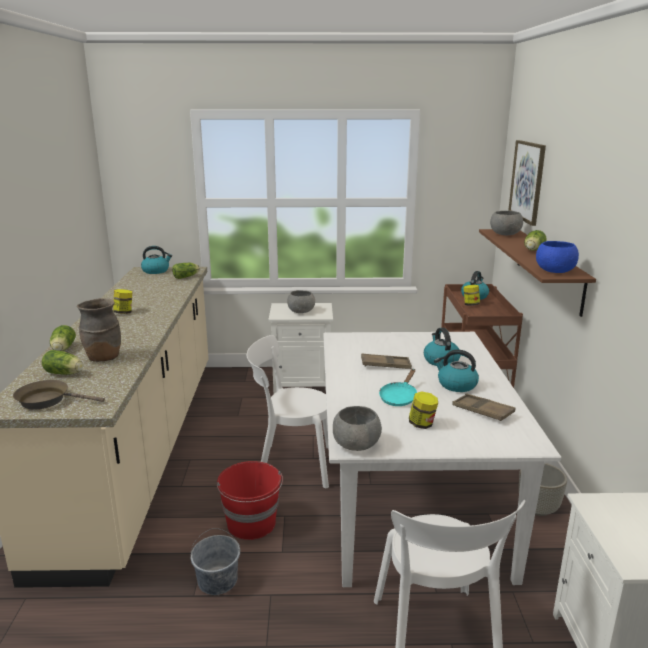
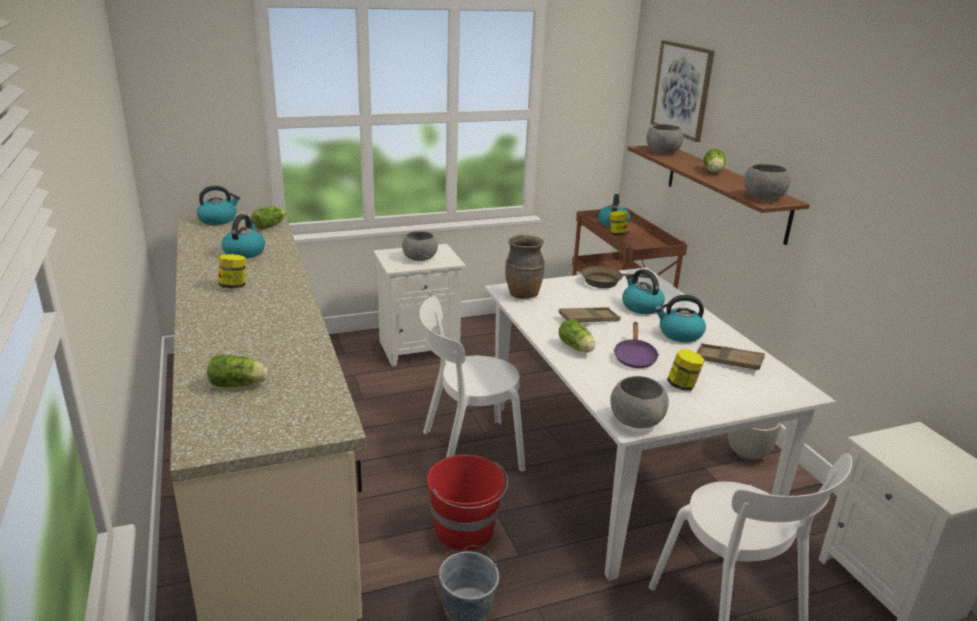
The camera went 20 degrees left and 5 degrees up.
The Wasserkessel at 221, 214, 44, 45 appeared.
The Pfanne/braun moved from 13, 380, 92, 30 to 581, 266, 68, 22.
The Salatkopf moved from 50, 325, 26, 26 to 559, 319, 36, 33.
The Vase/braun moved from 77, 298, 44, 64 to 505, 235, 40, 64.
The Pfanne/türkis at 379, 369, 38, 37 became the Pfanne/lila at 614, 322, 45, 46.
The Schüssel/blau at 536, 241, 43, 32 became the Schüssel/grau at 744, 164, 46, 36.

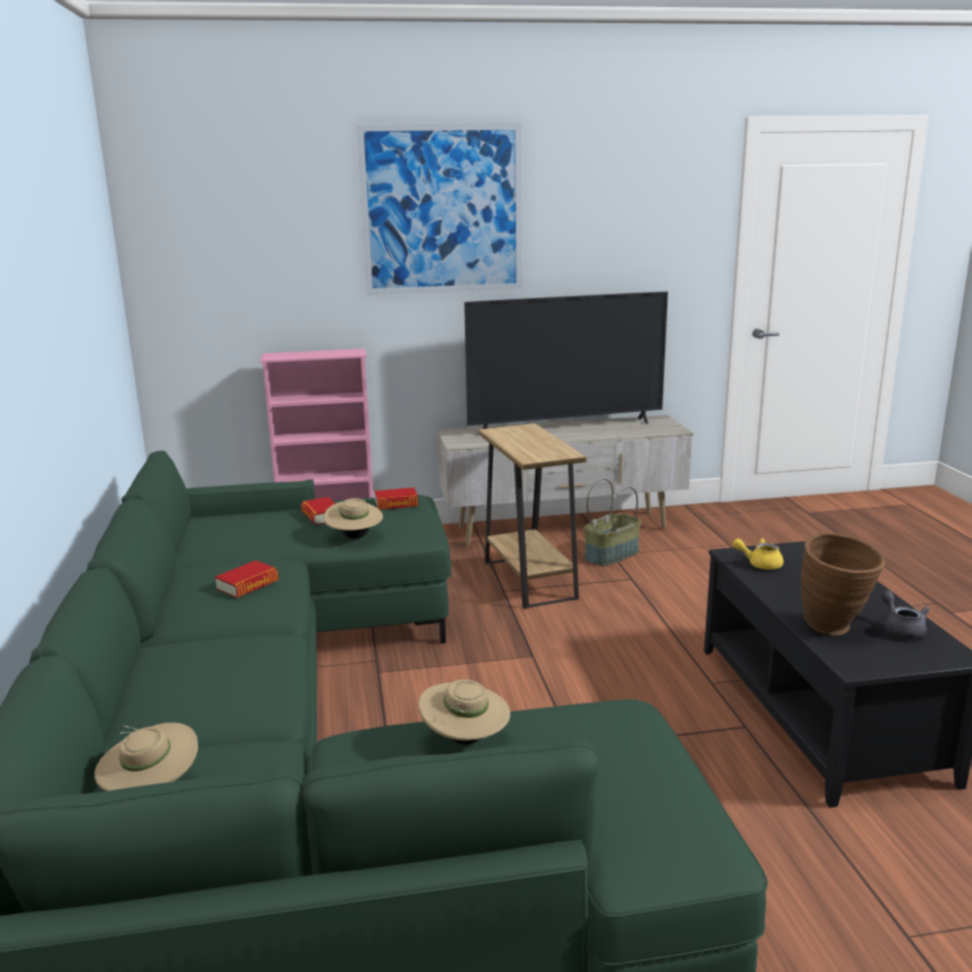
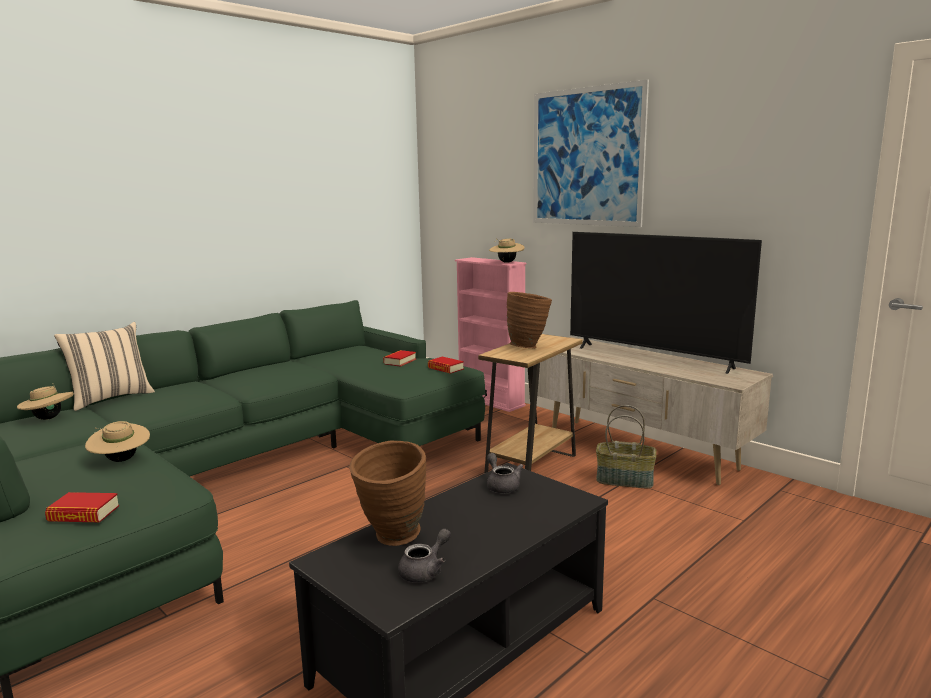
The camera went 55 degrees right and 5 degrees down.
The Kissen/beige at 54, 322, 101, 89 appeared.
The Vase/braun at 507, 292, 45, 56 appeared.
The Buch moved from 215, 560, 64, 38 to 45, 492, 74, 30.
The Hut/beige moved from 324, 498, 59, 41 to 489, 239, 36, 24.
The Teekanne/gelb at 733, 538, 51, 32 became the Teekanne/grau at 487, 453, 36, 40.

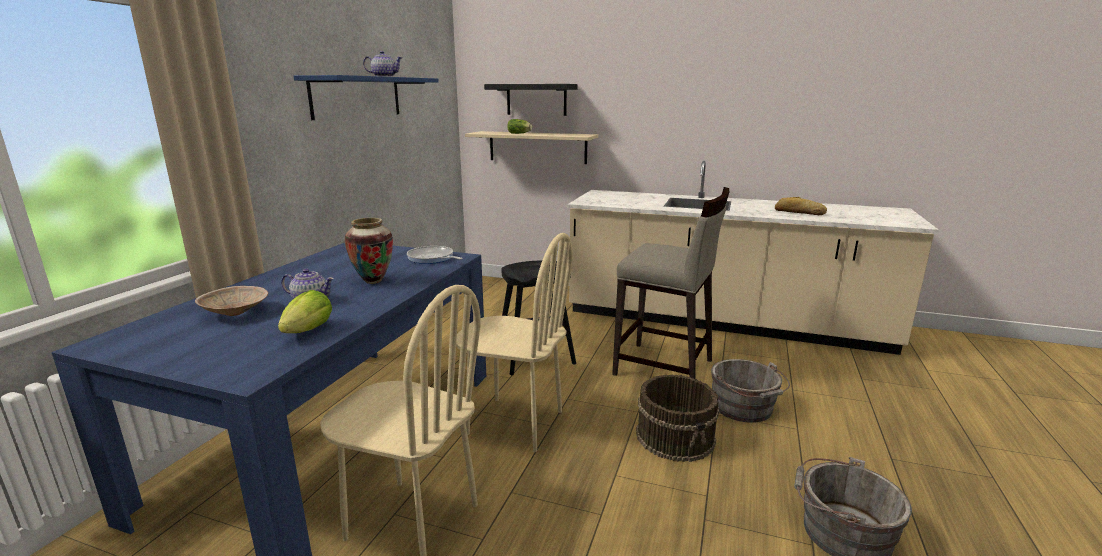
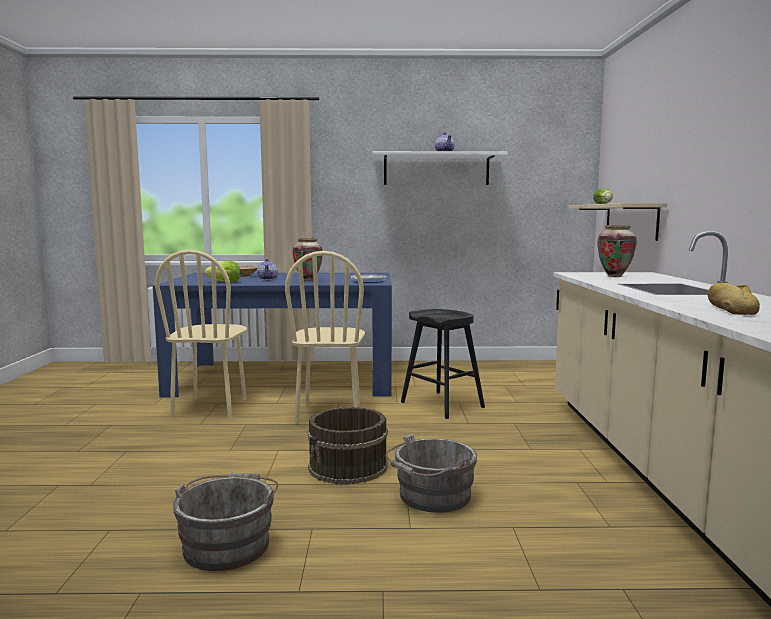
The camera went 70 degrees right and 10 degrees down.
The Wandregal/schwarz at 484, 84, 94, 32 disappeared.
The Hocker/beige at 612, 187, 117, 192 disappeared.
The Vase at 597, 225, 40, 52 appeared.
The Wandregal/blau at 294, 75, 145, 45 became the Wandregal/weiß at 373, 151, 135, 34.

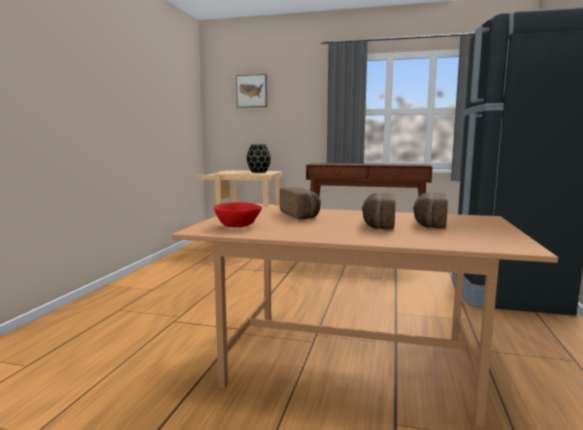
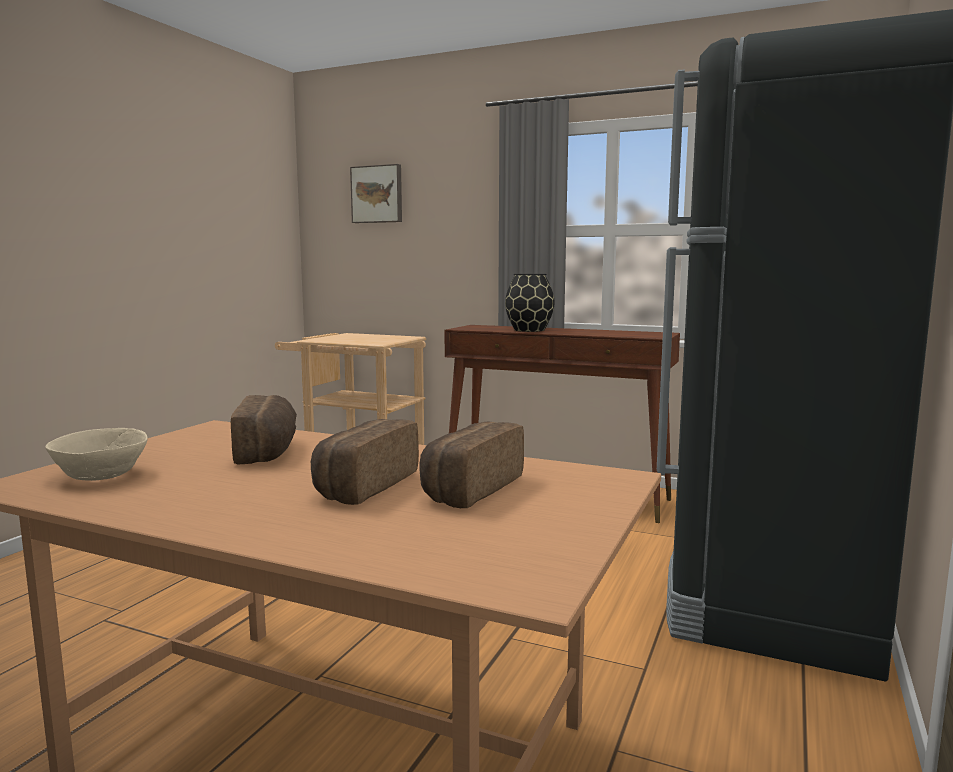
The camera went 10 degrees right and 0 degrees up.
The Vase/schwarz moved from 247, 145, 24, 28 to 505, 274, 50, 58.
The Schüssel/rot at 213, 202, 49, 25 became the Schüssel/beige at 45, 428, 103, 53.

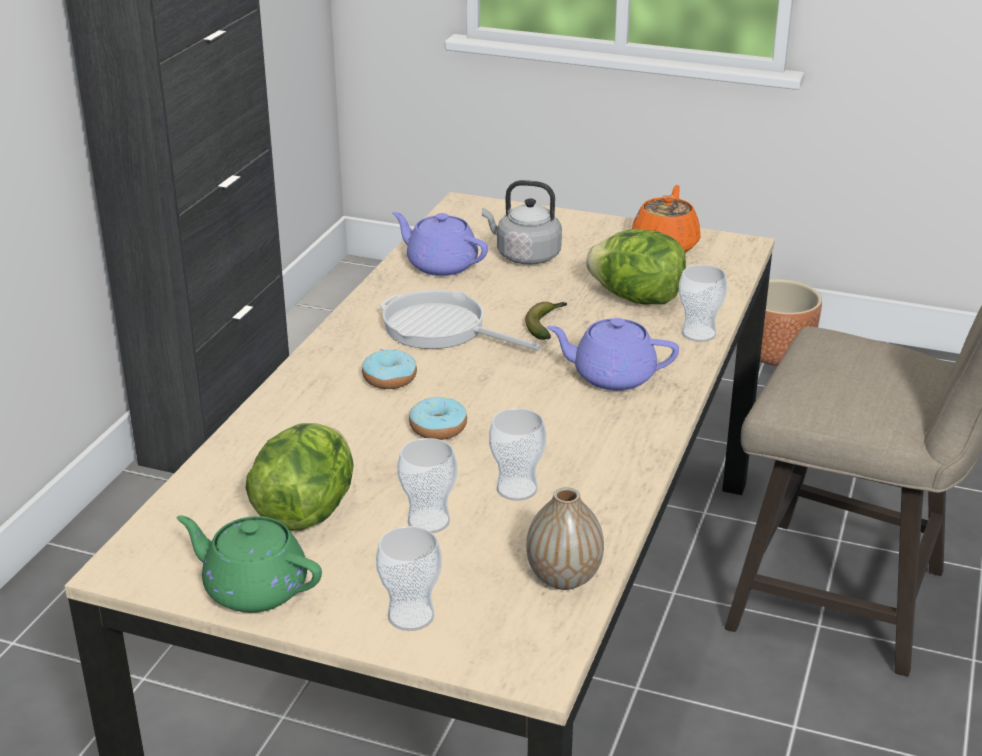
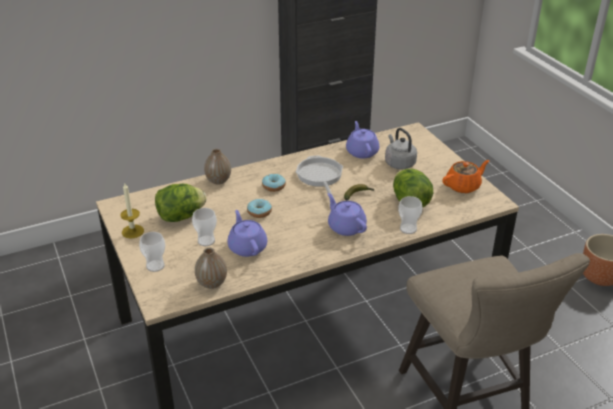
The camera went 45 degrees right and 5 degrees up.
The Vase at 204, 149, 27, 36 appeared.
The Teekanne/grün at 176, 516, 146, 97 was replaced by the Kerze at 120, 183, 24, 56.
The Tasse at 489, 408, 58, 93 was replaced by the Teekanne/lila at 227, 210, 40, 47.

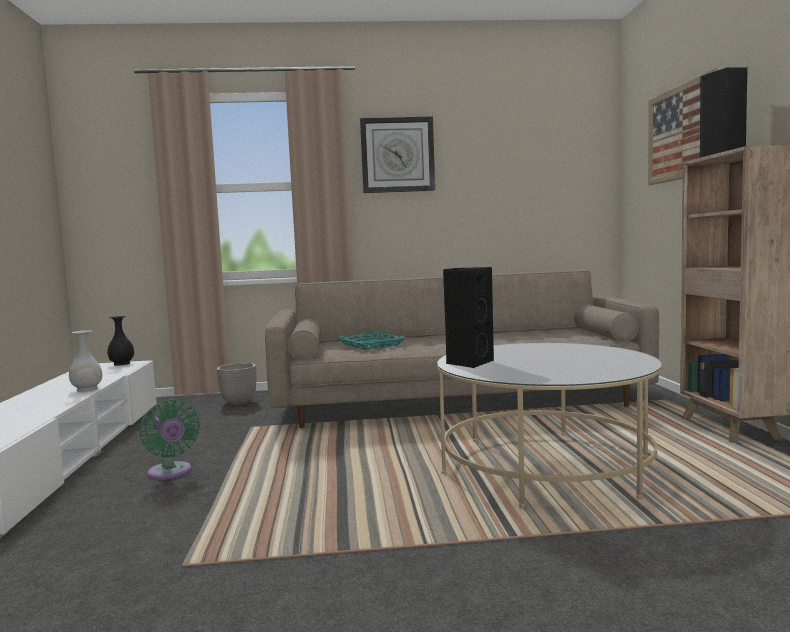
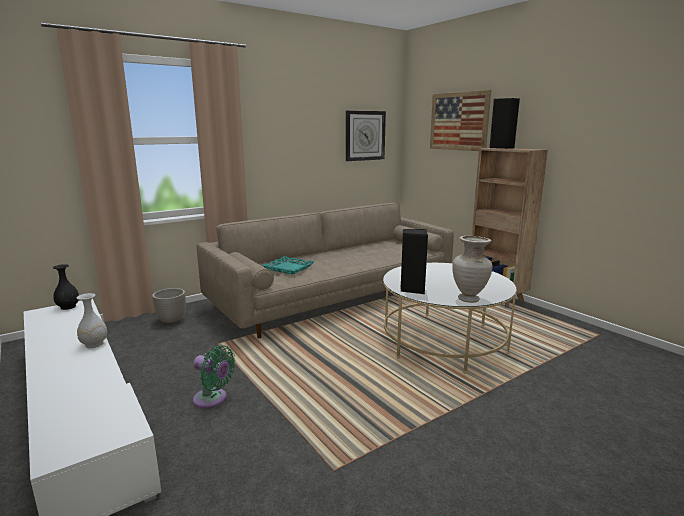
The camera went 30 degrees left and 10 degrees up.
The Vase/beige at 452, 236, 41, 67 appeared.
The Wanduhr moved from 360, 116, 75, 77 to 346, 110, 40, 51.

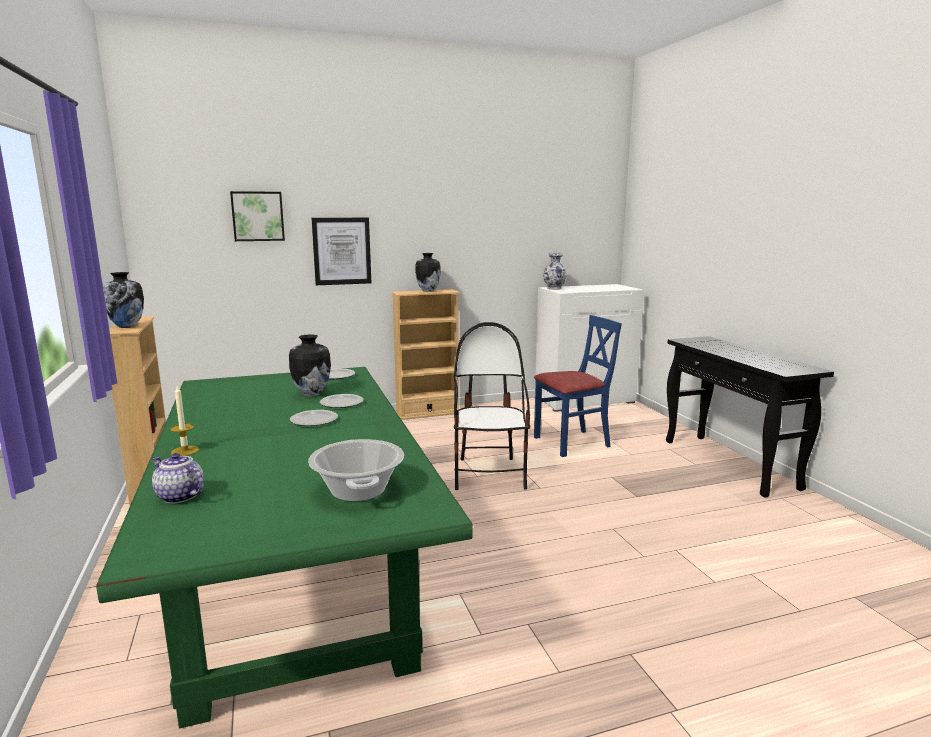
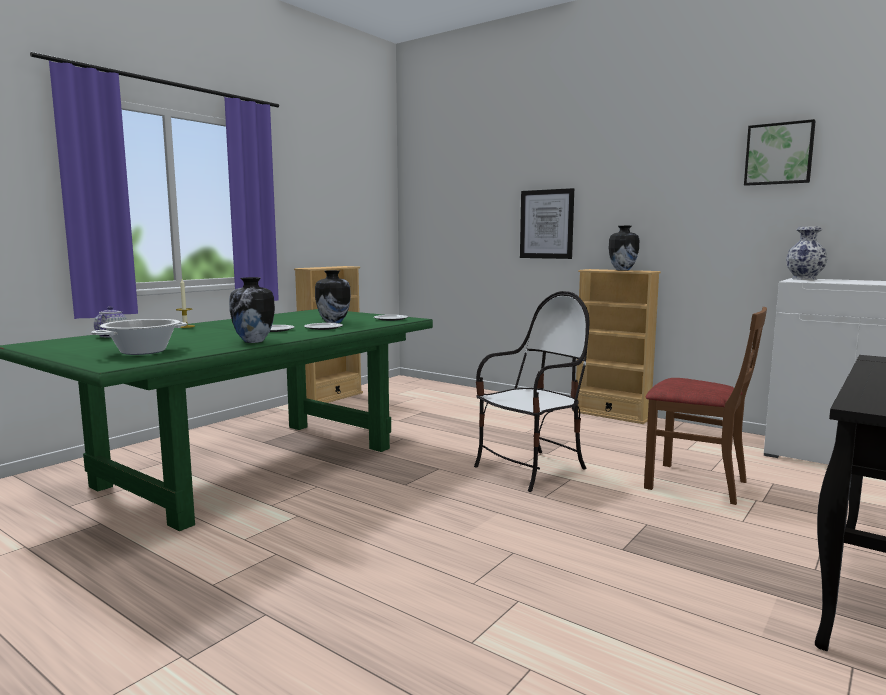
The camera went 55 degrees right and 5 degrees down.
The Vase moved from 103, 272, 41, 56 to 229, 277, 46, 66.
The Bild moved from 230, 191, 55, 50 to 744, 119, 72, 67.
The Stuhl/blau at 534, 315, 88, 142 became the Stuhl/braun at 644, 307, 123, 198.

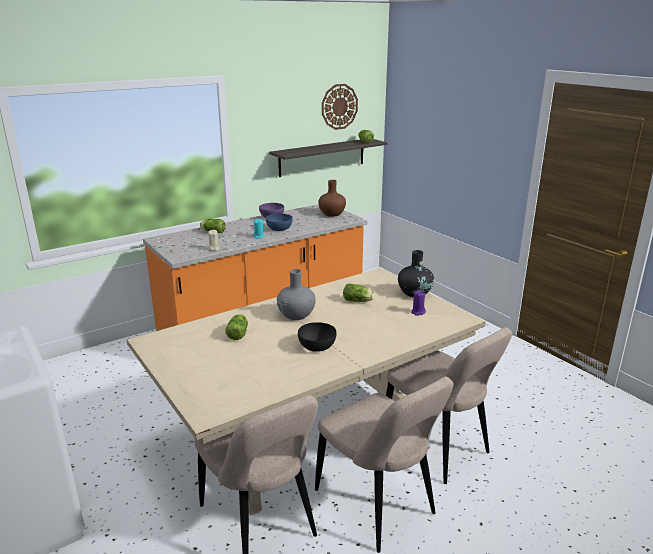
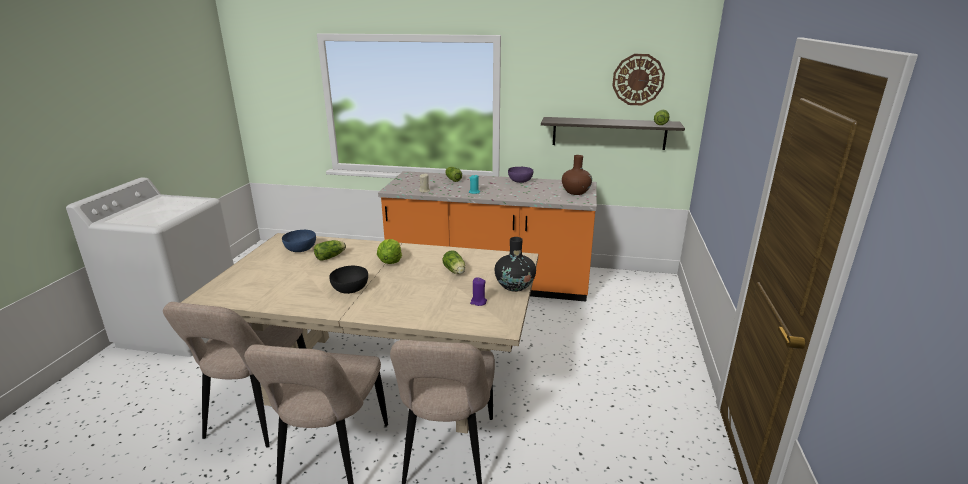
The camera went 45 degrees right and 0 degrees up.
The Schüssel/blau moved from 266, 214, 27, 17 to 282, 230, 34, 22.
The Vase/grau at 277, 269, 39, 51 was replaced by the Salatkopf at 377, 239, 25, 25.

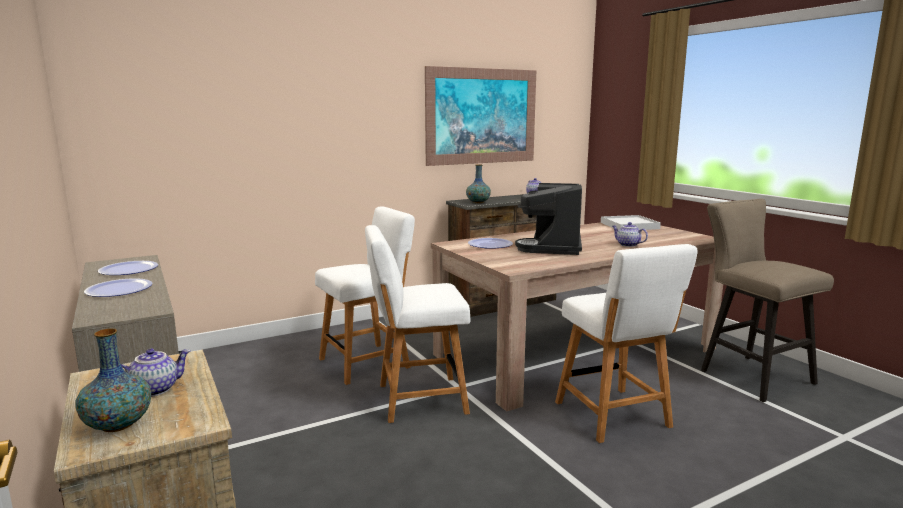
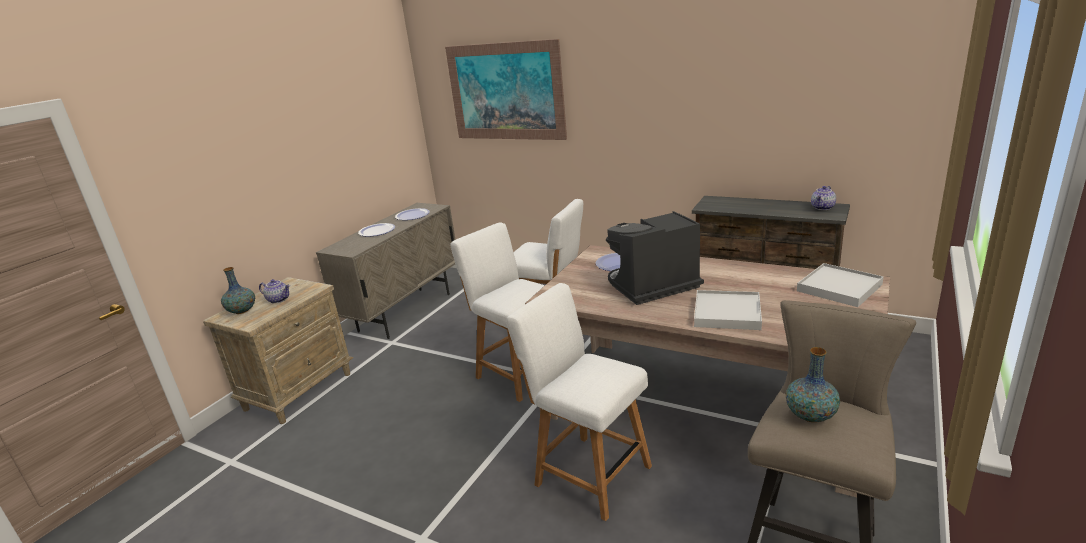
The camera went 60 degrees right and 10 degrees up.
The Bild moved from 425, 66, 111, 100 to 445, 39, 122, 101.
The Vase moved from 466, 164, 25, 39 to 786, 347, 54, 75.
The Teekanne at 612, 222, 36, 25 was replaced by the Tablett/weiß at 694, 290, 68, 40.
The Stuhl/weiß at 555, 244, 142, 199 turned 90 degrees clockwise.

